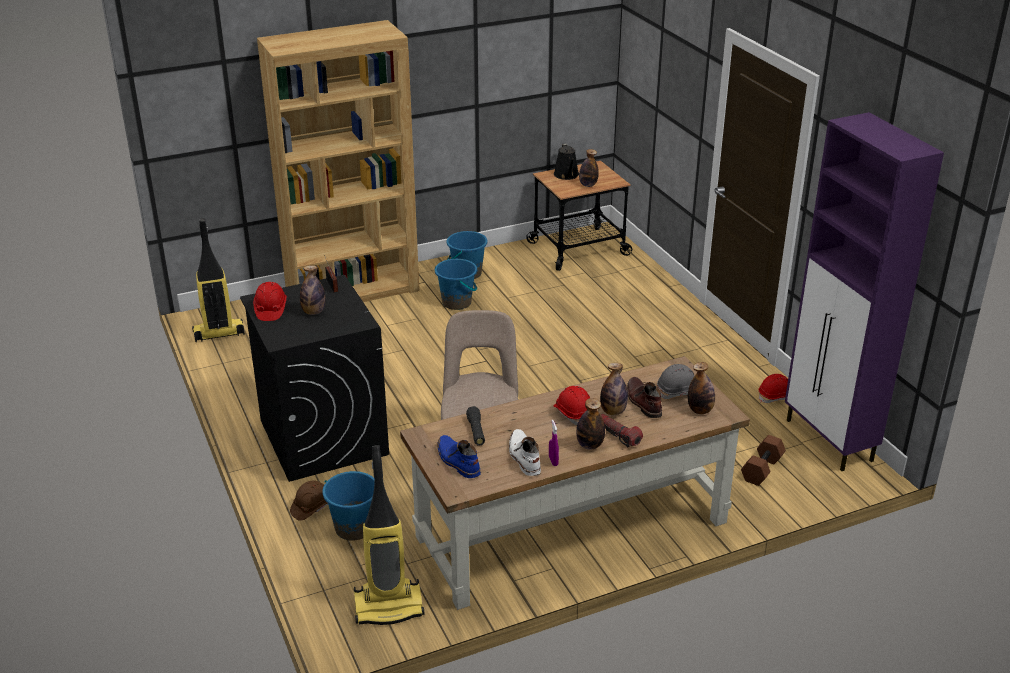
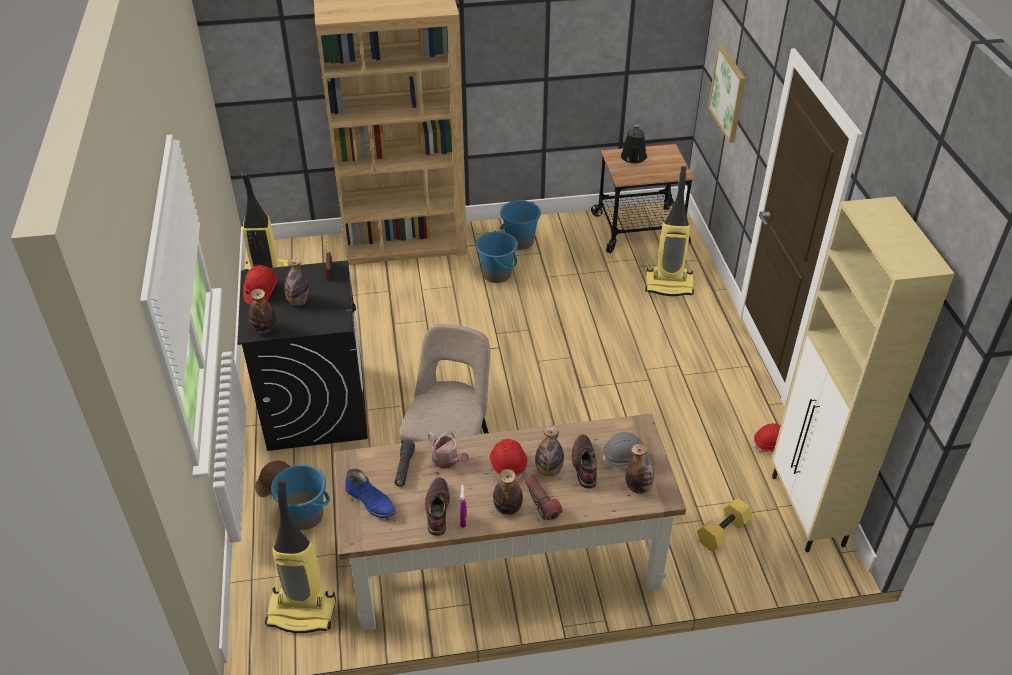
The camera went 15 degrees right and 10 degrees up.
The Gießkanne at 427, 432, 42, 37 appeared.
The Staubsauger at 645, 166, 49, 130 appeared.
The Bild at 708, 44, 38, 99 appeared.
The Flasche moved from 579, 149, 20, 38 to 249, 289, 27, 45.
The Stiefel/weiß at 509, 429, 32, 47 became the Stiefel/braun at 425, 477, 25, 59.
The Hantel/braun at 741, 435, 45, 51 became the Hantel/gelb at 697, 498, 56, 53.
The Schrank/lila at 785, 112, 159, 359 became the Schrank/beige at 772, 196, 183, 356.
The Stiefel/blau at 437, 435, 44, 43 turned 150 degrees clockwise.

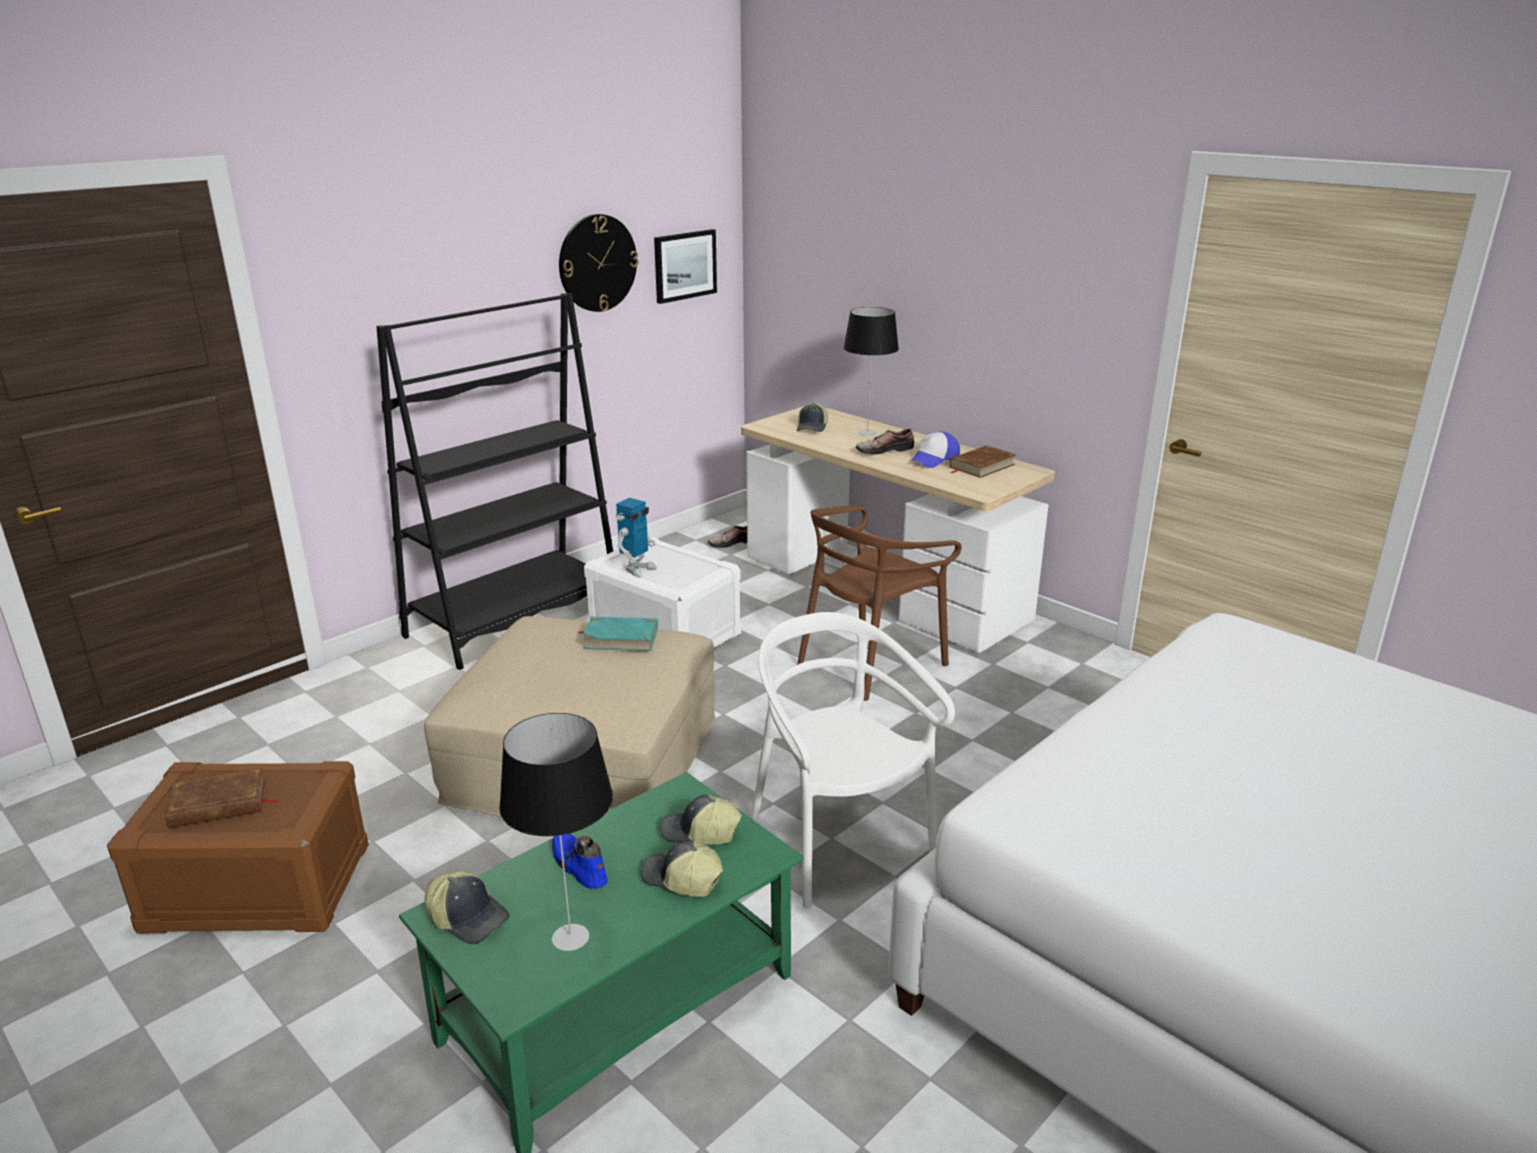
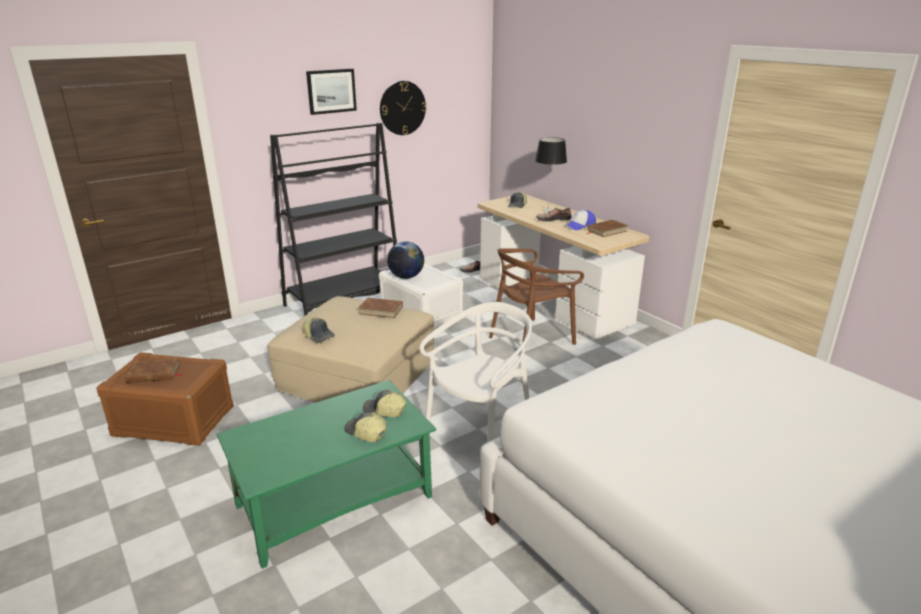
The camera went 10 degrees right and 0 degrees up.
The Tischlampe at 499, 713, 114, 238 disappeared.
The Schuh/blau at 552, 833, 56, 56 disappeared.
The Kappe moved from 424, 871, 85, 73 to 303, 317, 32, 26.
The Bild moved from 654, 229, 63, 75 to 306, 69, 51, 46.
The Spielzeugroboter at 616, 498, 41, 80 was replaced by the Globus at 387, 241, 37, 38.
The Buch/türkis at 578, 617, 80, 34 became the Buch/braun at 359, 298, 44, 20.
The Stuhl/weiß at 751, 612, 204, 296 turned 60 degrees clockwise.

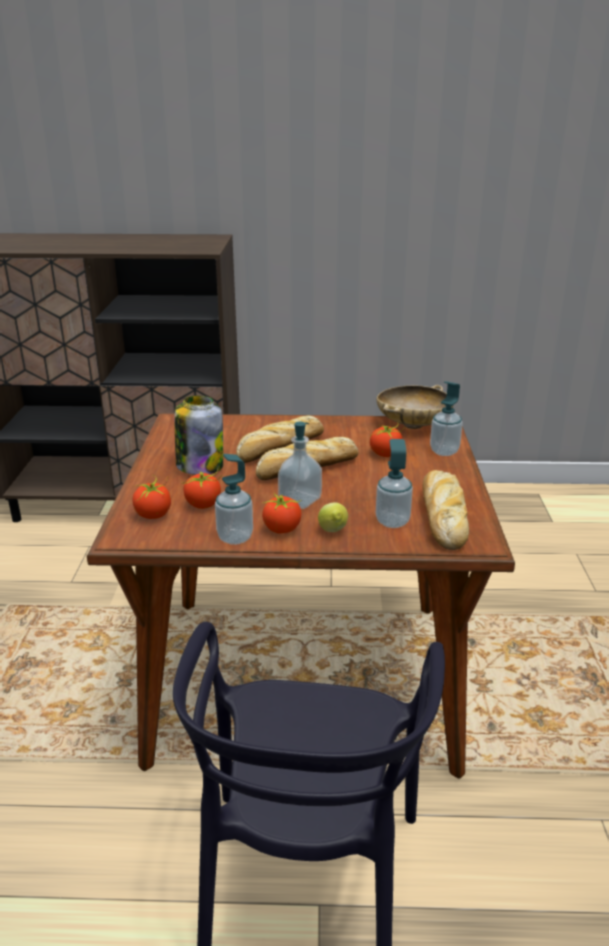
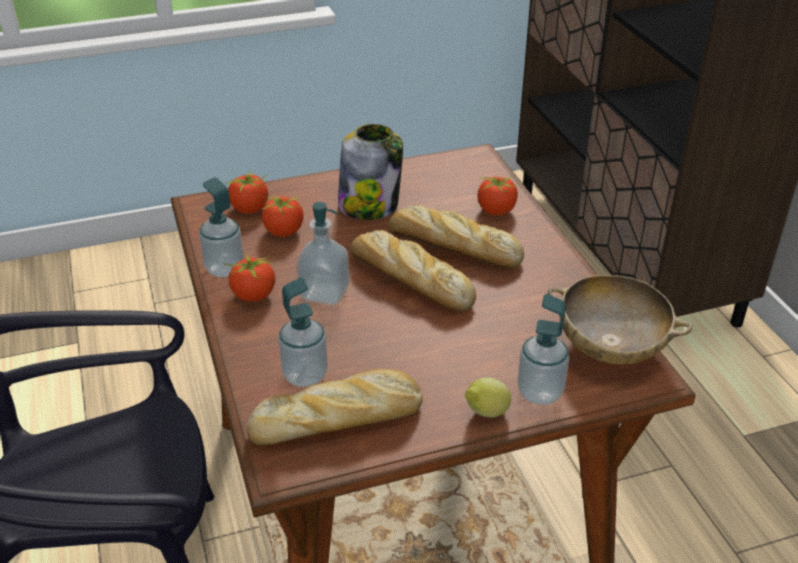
The camera went 70 degrees right and 10 degrees up.
The Zitrone moved from 318, 502, 30, 30 to 465, 377, 46, 41.
The Tomate moved from 370, 423, 33, 34 to 477, 175, 43, 41.

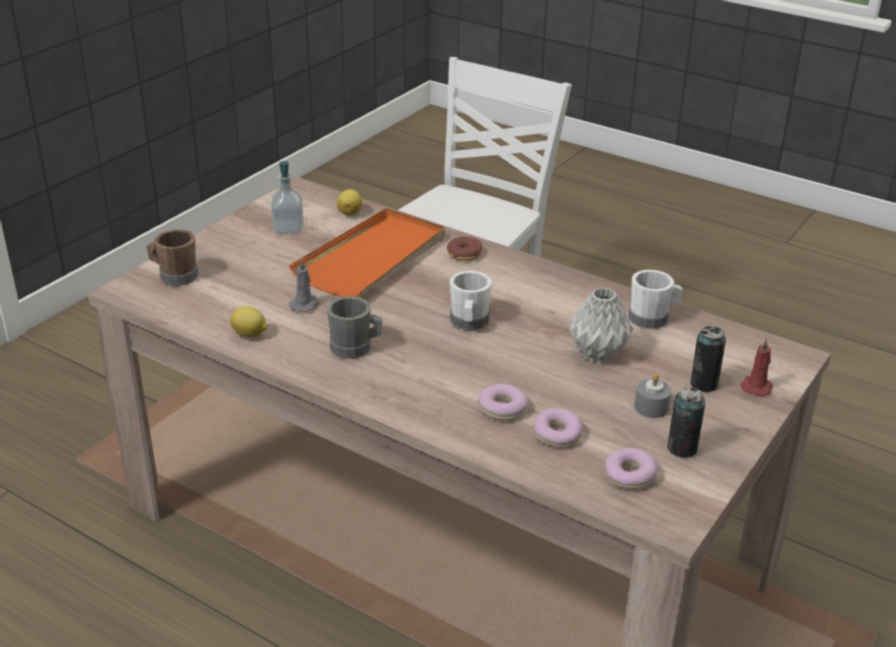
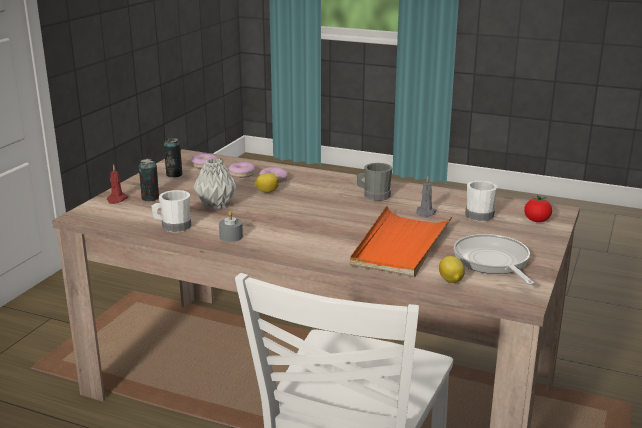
The camera went 170 degrees right and 10 degrees down.
The Donut at 447, 237, 35, 24 disappeared.
The Zitrone moved from 230, 306, 37, 32 to 255, 173, 24, 20.
The Henkelbecher/weiß moved from 450, 271, 42, 59 to 465, 181, 32, 40.
The Kerze/grau moved from 634, 374, 38, 44 to 219, 211, 24, 31.
The Henkelbecher/braun at 147, 229, 52, 57 was replaced by the Tomate at 524, 195, 28, 27.
The Seifenspender at 271, 161, 33, 73 was replaced by the Pfanne at 454, 234, 80, 51.

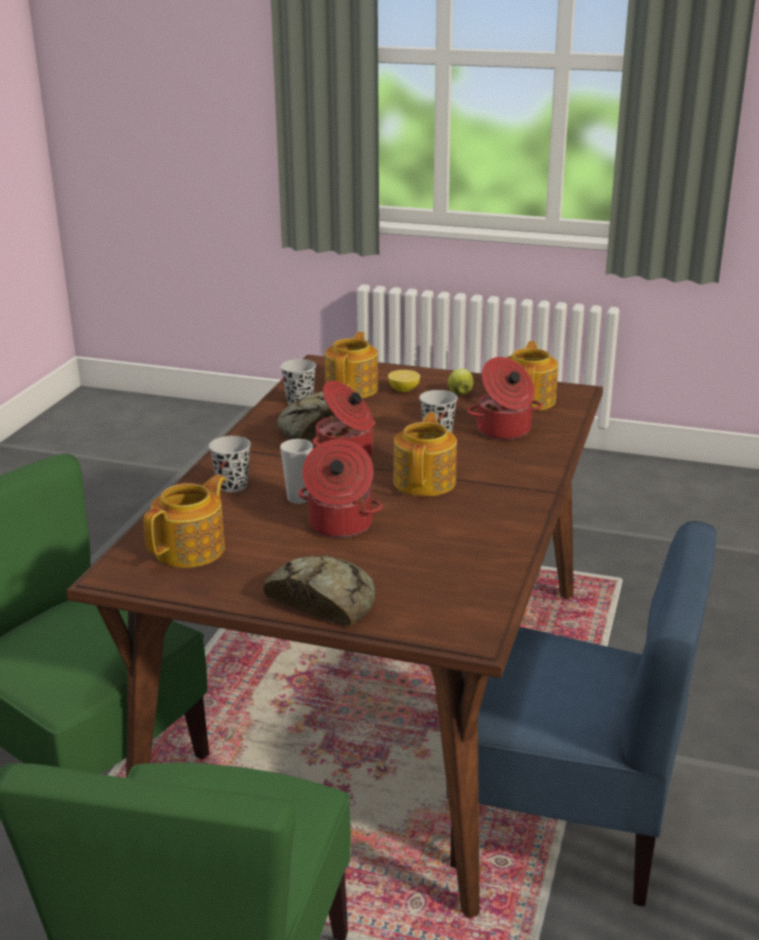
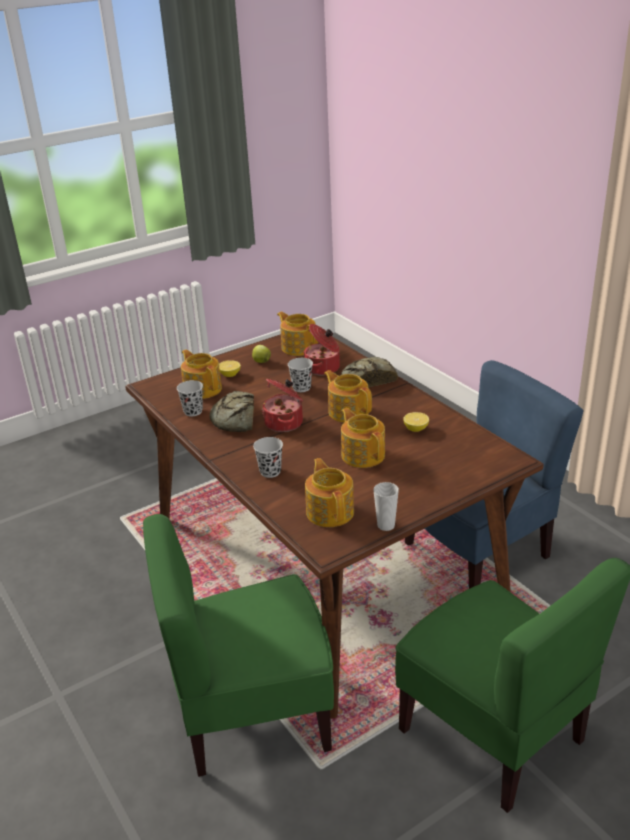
The camera went 50 degrees left and 5 degrees up.
The Zitrone at 403, 412, 26, 20 appeared.
The Brot moved from 263, 555, 113, 71 to 341, 357, 57, 30.
The Tasse moved from 280, 439, 33, 65 to 374, 482, 25, 49.
The Kochtopf at 299, 439, 83, 99 was replaced by the Teekanne at 341, 408, 44, 60.

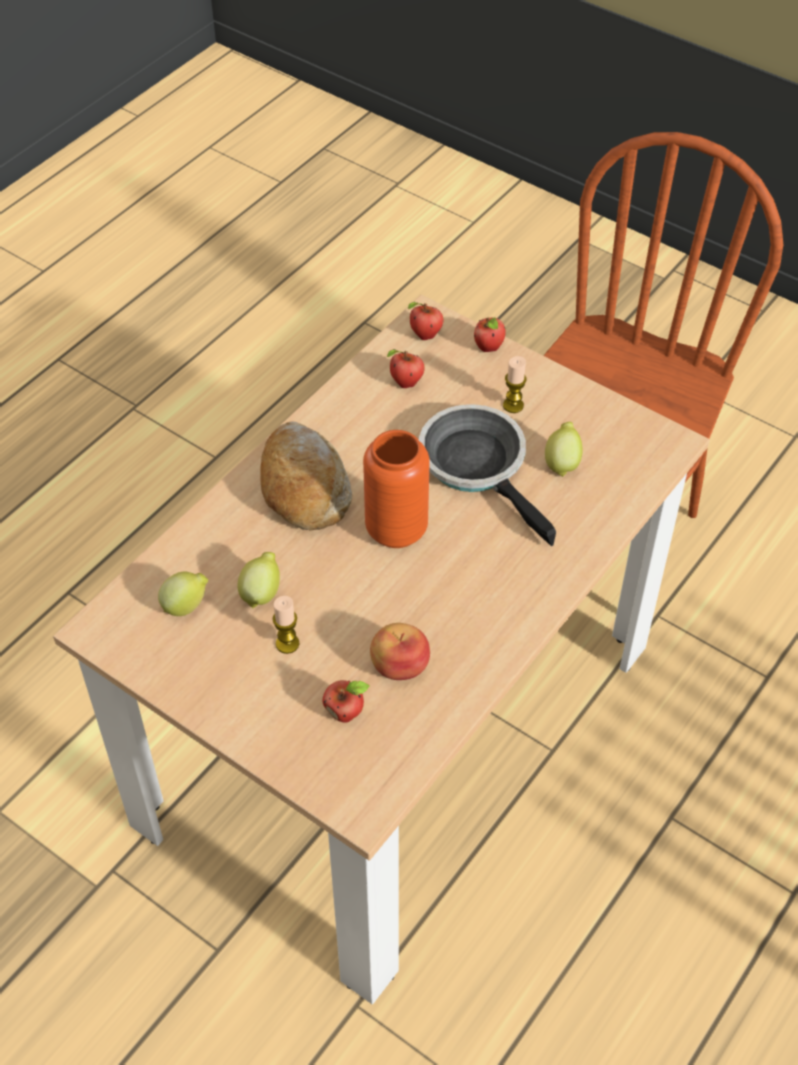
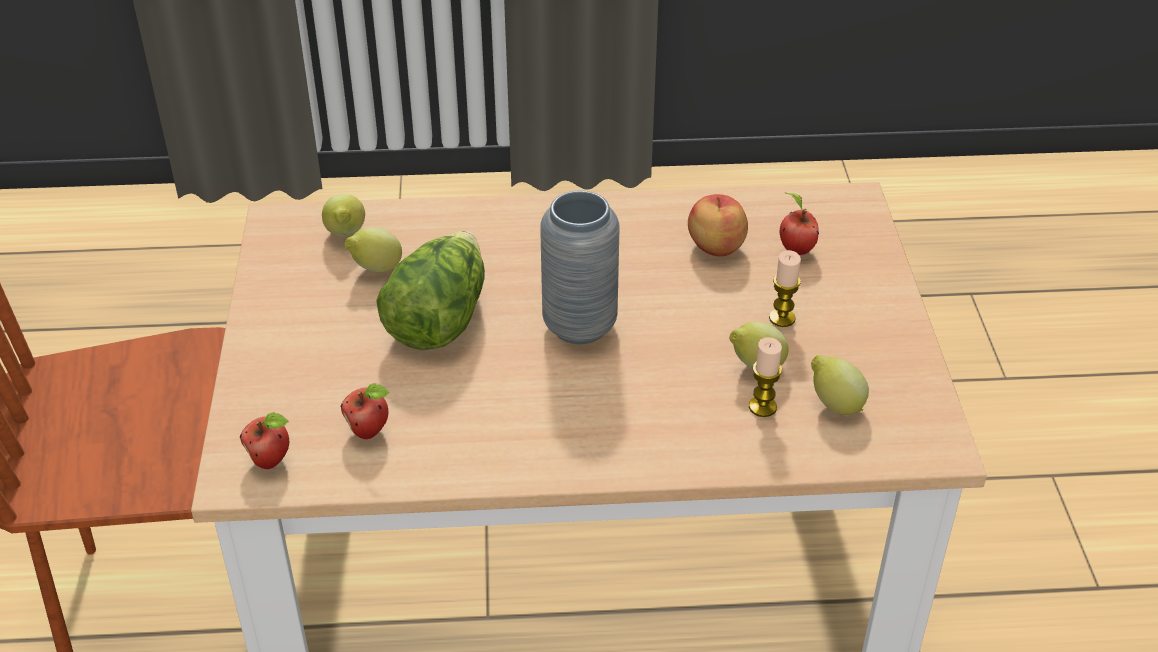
The camera went 130 degrees left and 10 degrees down.
The Brot at 260, 421, 92, 109 disappeared.
The Apfel at 474, 317, 32, 35 disappeared.
The Zitrone at 322, 194, 43, 43 appeared.
The Kerze moved from 503, 356, 23, 57 to 749, 337, 33, 80.
The Pfanne at 419, 404, 137, 142 was replaced by the Salatkopf at 376, 231, 109, 119.
The Vase/orange at 363, 430, 67, 118 became the Vase/grau at 540, 191, 80, 153.

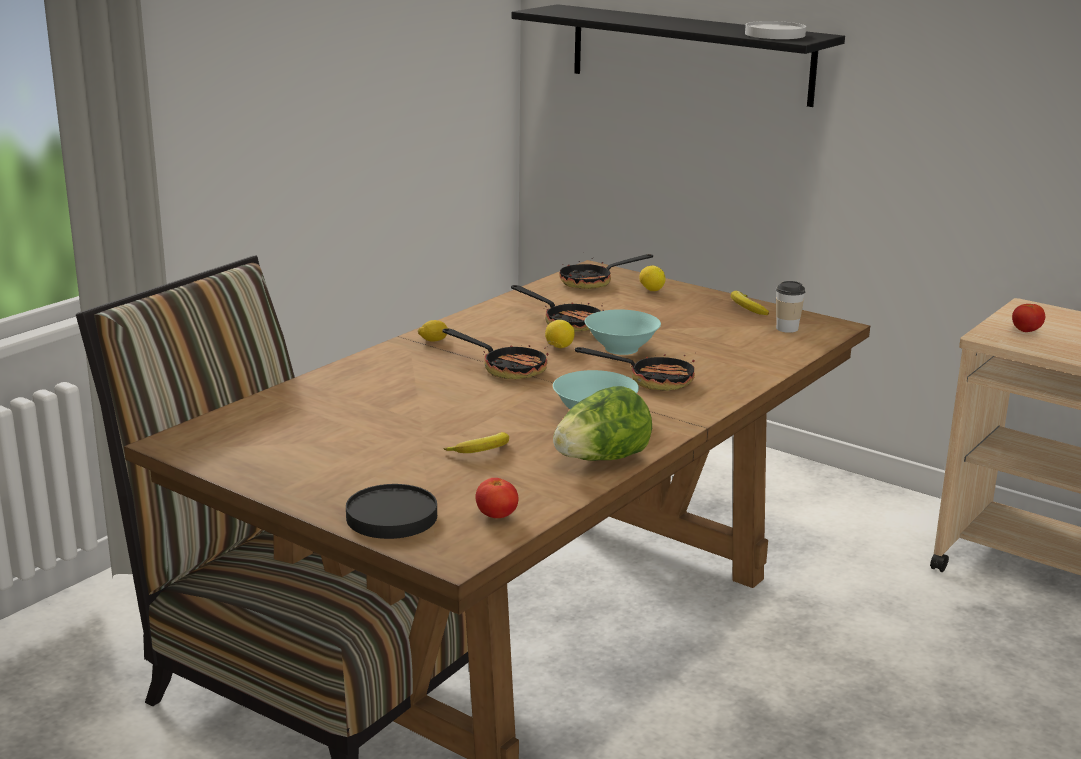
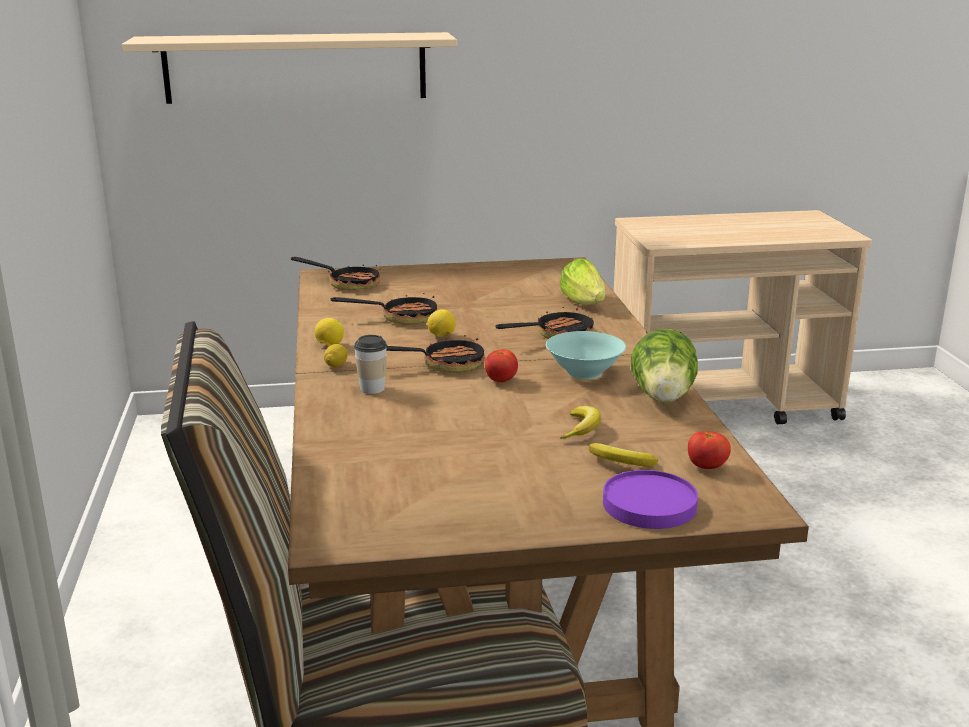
The camera went 45 degrees left and 0 degrees up.
The Schüssel/türkis at 585, 309, 76, 46 disappeared.
The Teller/weiß at 745, 21, 61, 18 disappeared.
The Salatkopf at 560, 258, 46, 47 appeared.
The Zitrone moved from 639, 266, 27, 25 to 315, 318, 29, 28.
The Banane moved from 731, 291, 38, 24 to 589, 443, 69, 23.
The Tasse moved from 776, 281, 30, 52 to 354, 335, 33, 59.
The Tomate moved from 1012, 304, 33, 28 to 485, 349, 33, 34.
The Teller/schwarz at 346, 484, 91, 55 became the Teller/lila at 603, 470, 95, 59.
The Wandregal/schwarz at 512, 4, 333, 103 became the Wandregal/beige at 121, 32, 336, 72.
The Pfanne at 559, 254, 94, 35 turned 90 degrees counterclockwise.

